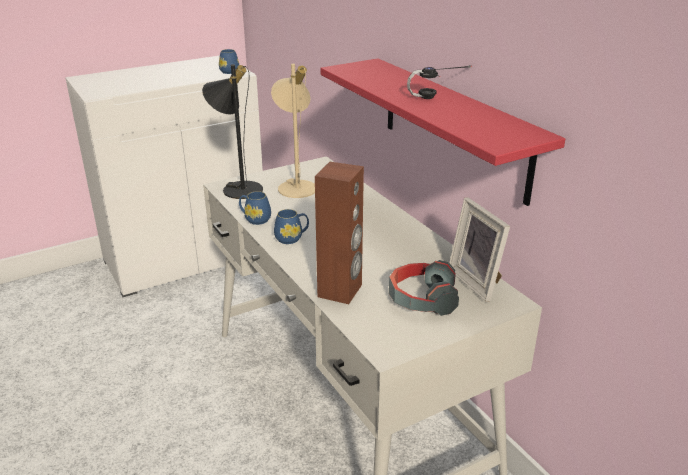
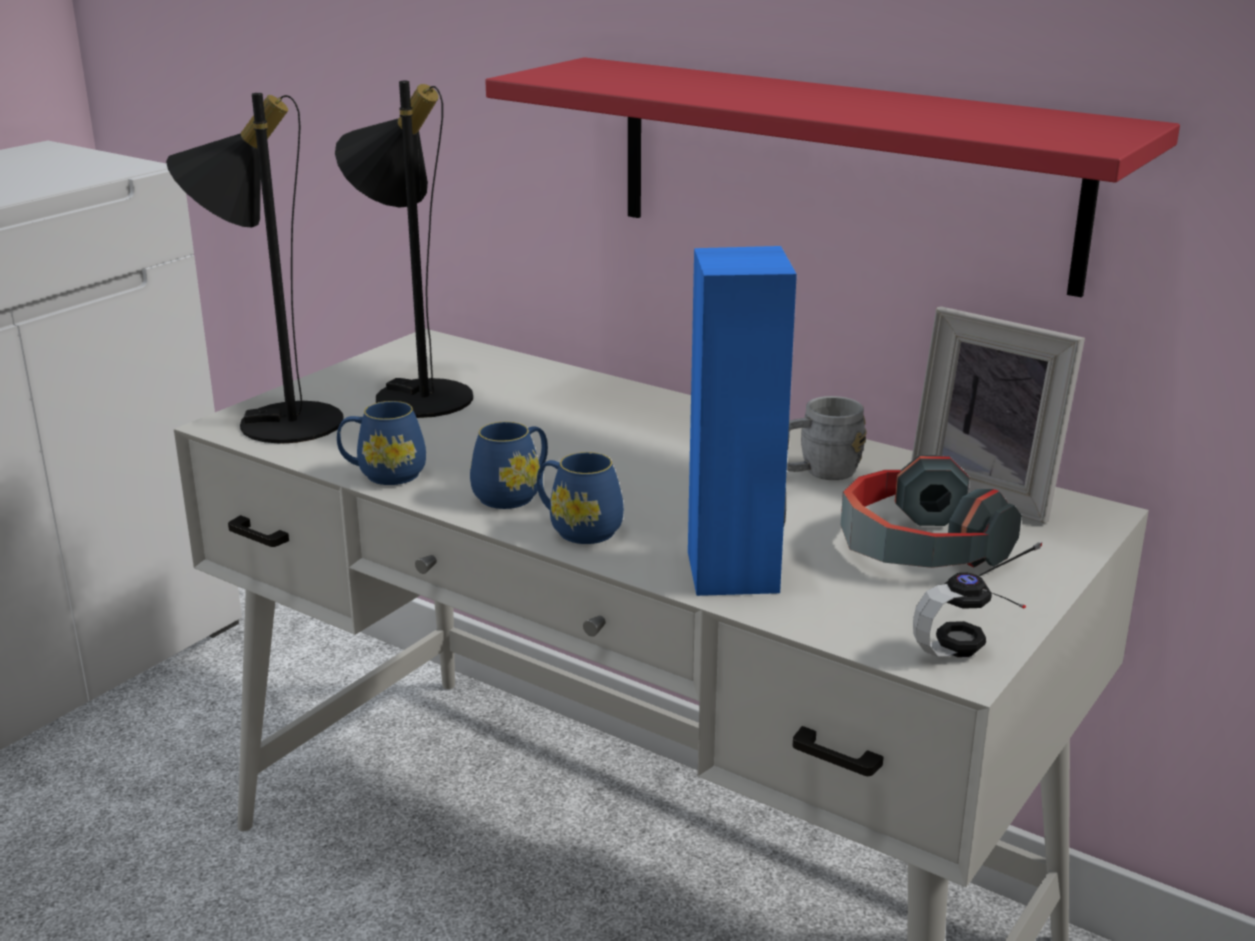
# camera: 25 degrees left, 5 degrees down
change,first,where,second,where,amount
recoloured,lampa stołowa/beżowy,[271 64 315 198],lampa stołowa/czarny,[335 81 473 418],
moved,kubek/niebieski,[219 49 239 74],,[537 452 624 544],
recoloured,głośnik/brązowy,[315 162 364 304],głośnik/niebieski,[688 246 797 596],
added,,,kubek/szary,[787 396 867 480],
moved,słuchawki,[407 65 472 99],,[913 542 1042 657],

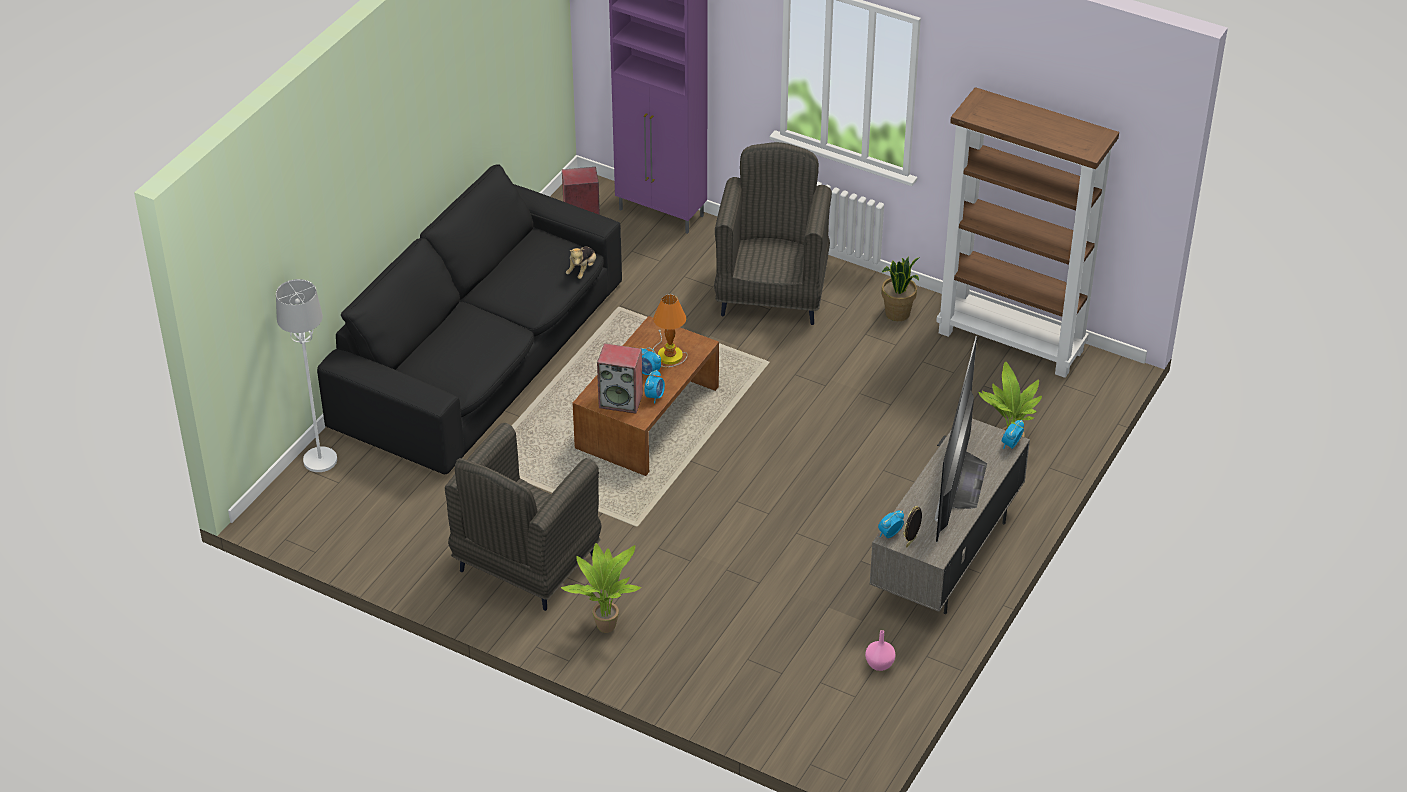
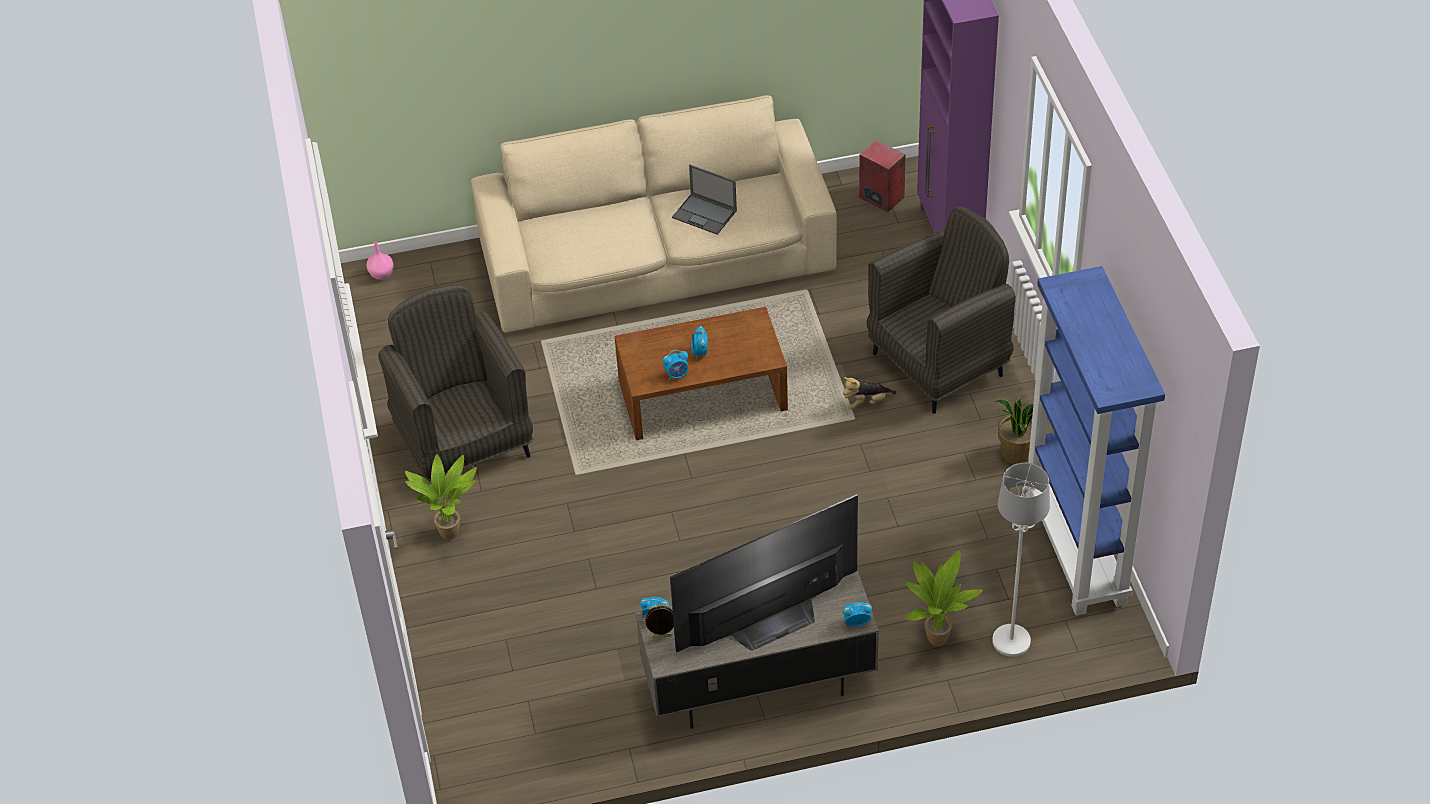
# camera: 50 degrees right, 5 degrees up
change,first,where,second,where,amount
moved,wazon/różowy,[865 630 896 671],,[366 242 394 280],
turned,fotel/szary,[445 423 602 611],,[378 285 533 481],75 degrees clockwise
recoloured,kanapa/czarny,[317 165 622 474],kanapa/beżowy,[471 95 837 332],
added,,,laptop,[672 165 737 235],
moved,pluszak,[566 247 596 279],,[843 377 896 410],
moved,lampa stojąca/biały,[276 279 337 472],,[992 463 1050 657],
recoloured,regał/brązowy,[936 87 1119 378],regał/niebieski,[1026 266 1165 616],
removed,głośnik,[597 343 643 414],,,
removed,lampa stołowa,[652 294 688 367],,,

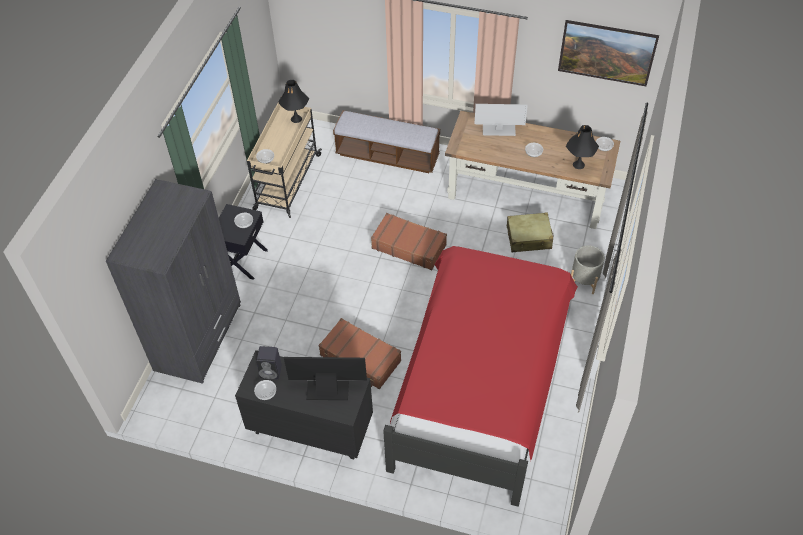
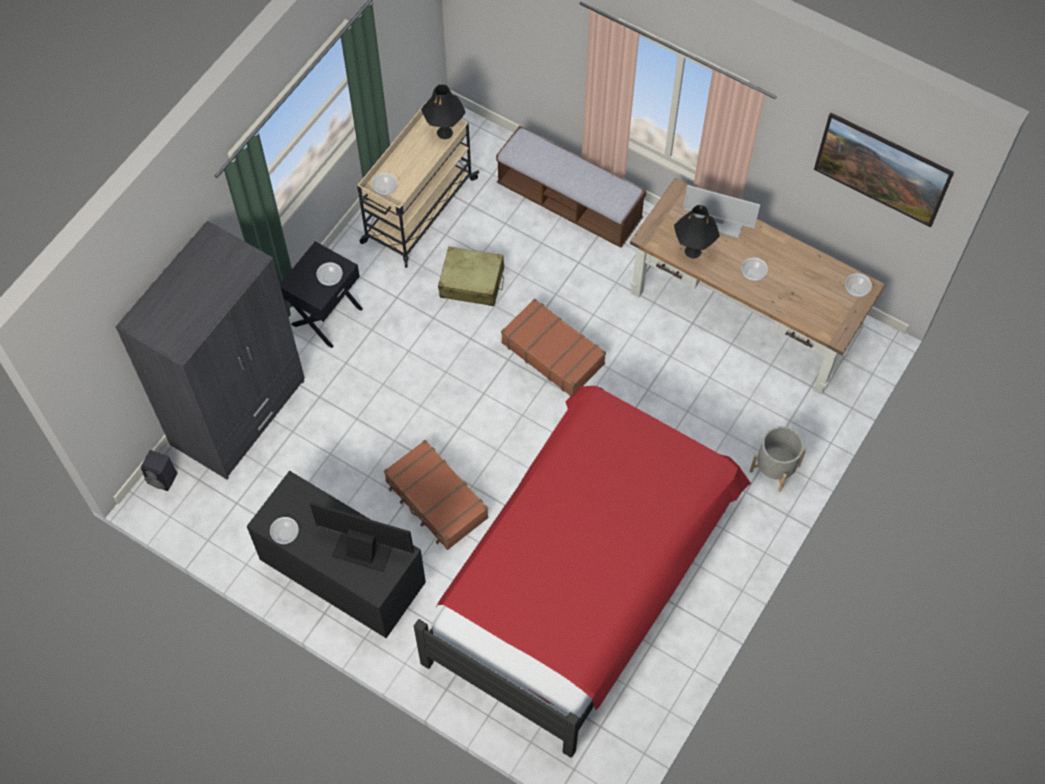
# camera: 15 degrees right, 10 degrees up
change,first,where,second,where,amount
moved,głośnik/czarny,[256 346 282 380],,[141 450 177 491],
moved,walizka/beżowy,[507 212 554 252],,[438 247 504 306],
moved,lampa stołowa/czarny,[566 125 599 169],,[674 205 720 258],

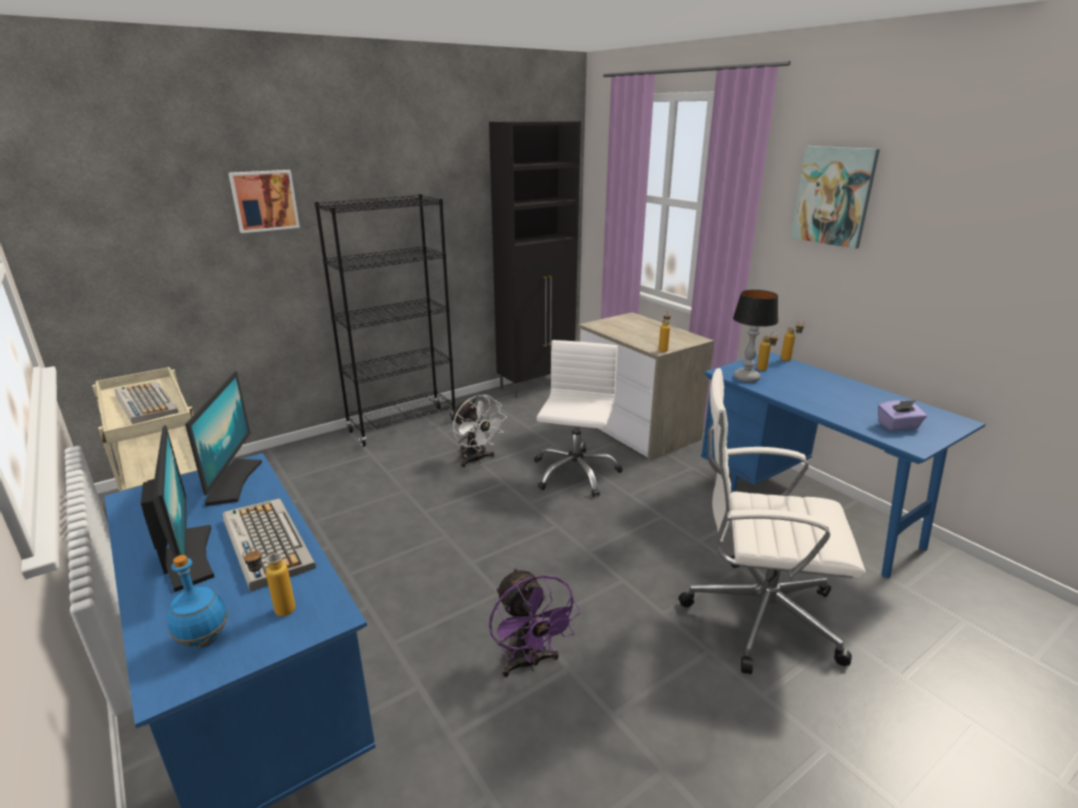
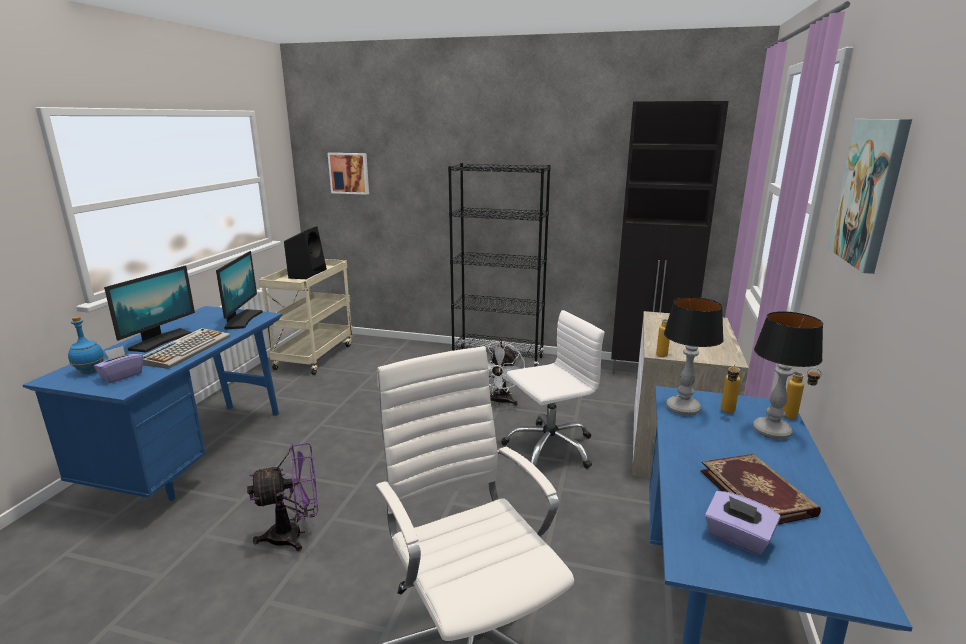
# camera: 50 degrees right, 5 degrees down
change,first,where,second,where,amount
replaced,butelka,[242 548 296 616],pudełko chusteczek/fioletowy,[94 346 143 383],
turned,monitor,[185 371 262 506],,[216 251 263 329],45 degrees counterclockwise
turned,wentylator/fioletowy,[489 568 581 677],,[247 443 318 551],135 degrees counterclockwise
replaced,klawiatura,[115 382 179 424],głośnik/czarny,[284 226 327 279],
moved,obraz,[228 170 300 233],,[328 153 369 195],
added,,,książka,[700 454 821 525],
added,,,lampa stołowa,[753 311 823 440],

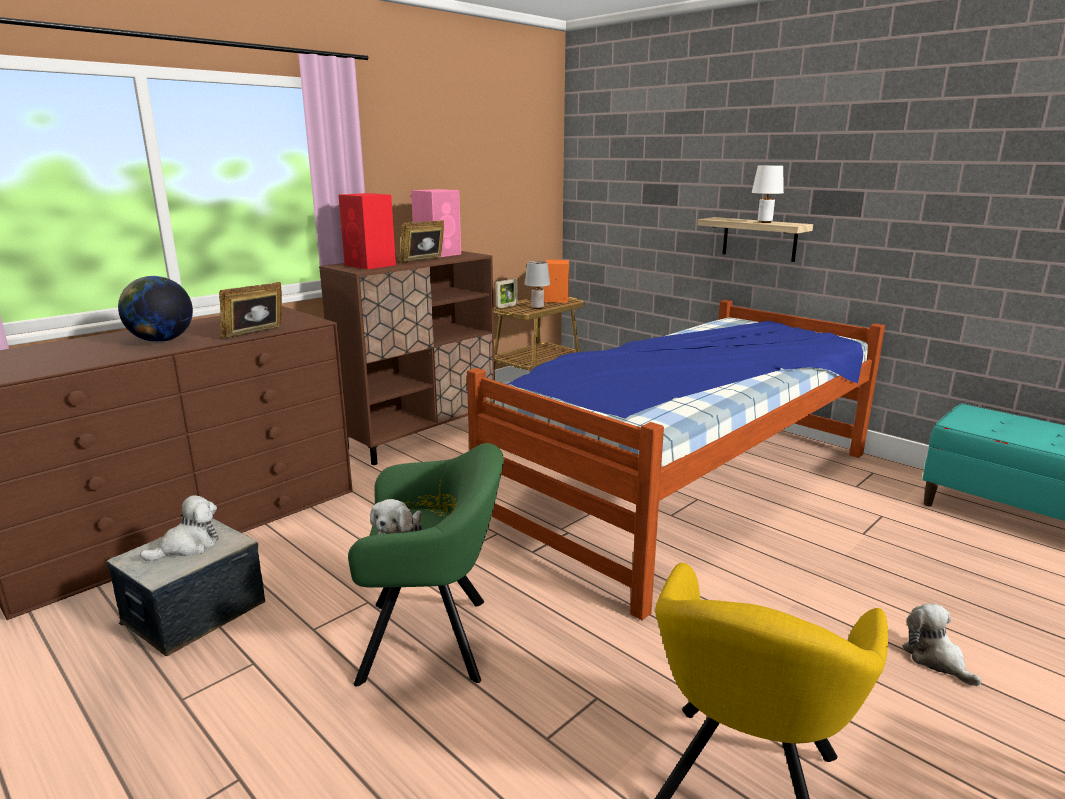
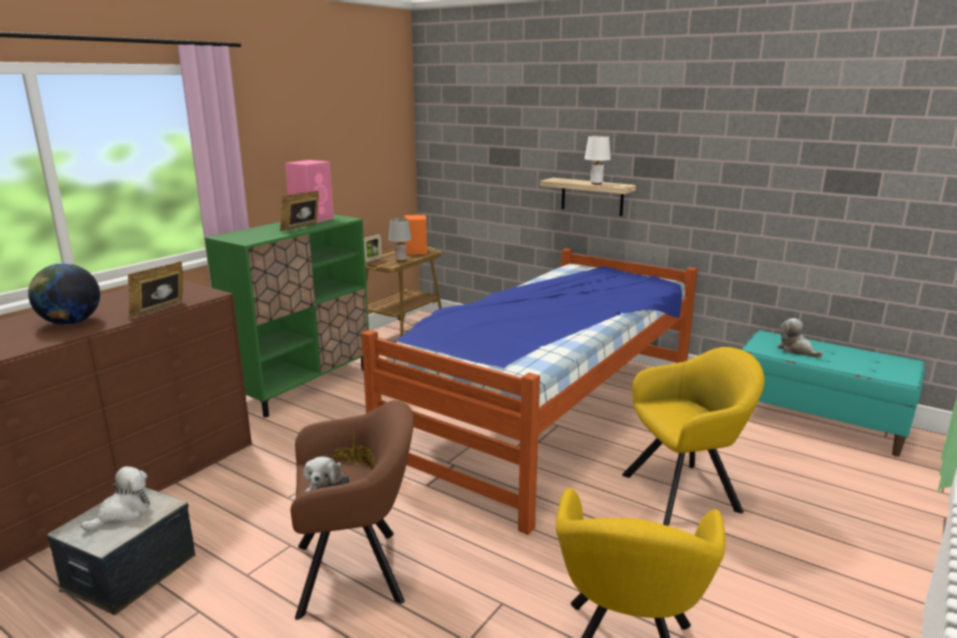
# camera: 10 degrees left, 0 degrees up
change,first,where,second,where,amount
recoloured,szafka/brązowy,[319 251 495 465],szafka/zielony,[205 215 369 417],
recoloured,fotel/zielony,[348 443 504 687],fotel/brązowy,[291 400 414 620],
added,,,fotel/żółty,[622 347 764 526],
moved,pluszak,[902 604 981 687],,[777 318 823 358],
removed,głośnik/czerwony,[338 193 396 269],,,

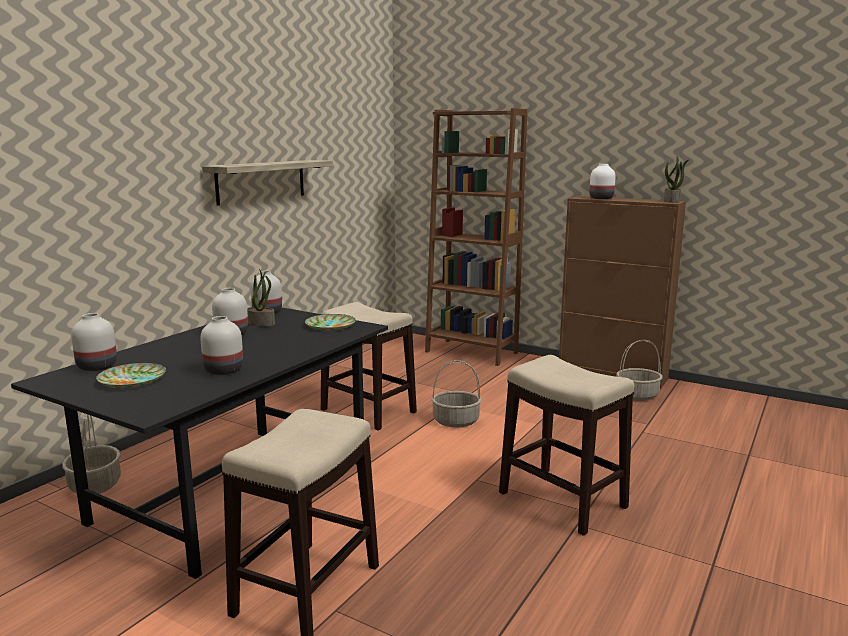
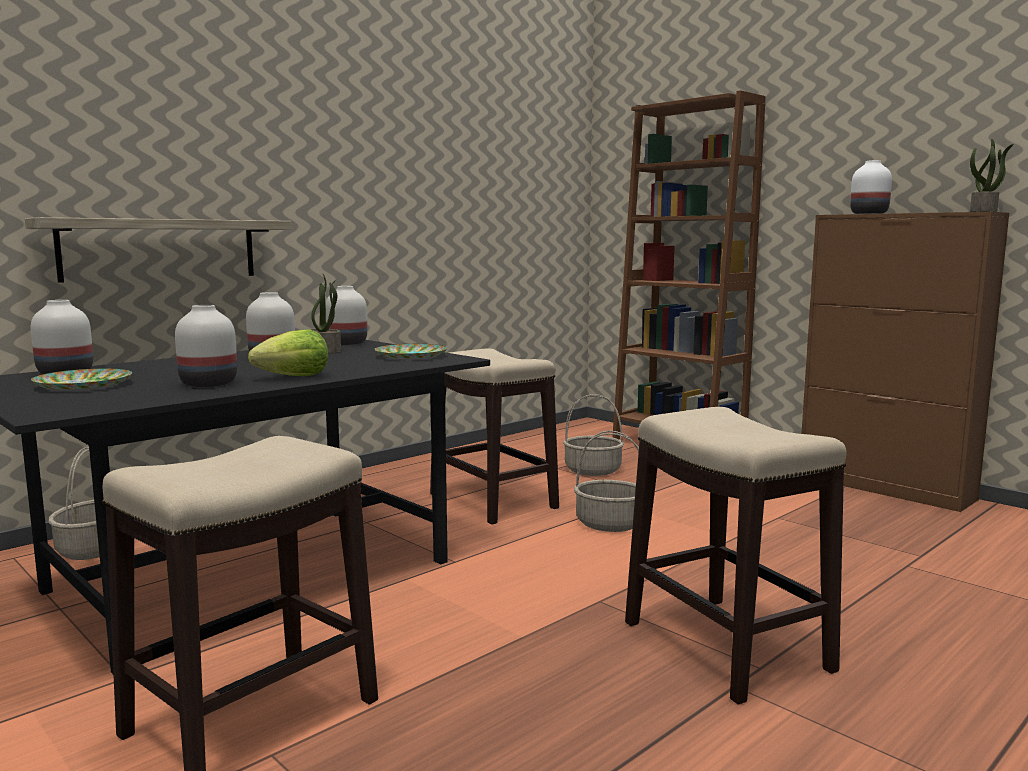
# camera: 15 degrees right, 5 degrees down
change,first,where,second,where,amount
moved,półka,[202 160 333 206],,[25 217 292 283],
added,,,sałata,[248 329 328 376],
moved,koszyk,[616 340 663 401],,[563 394 624 476],

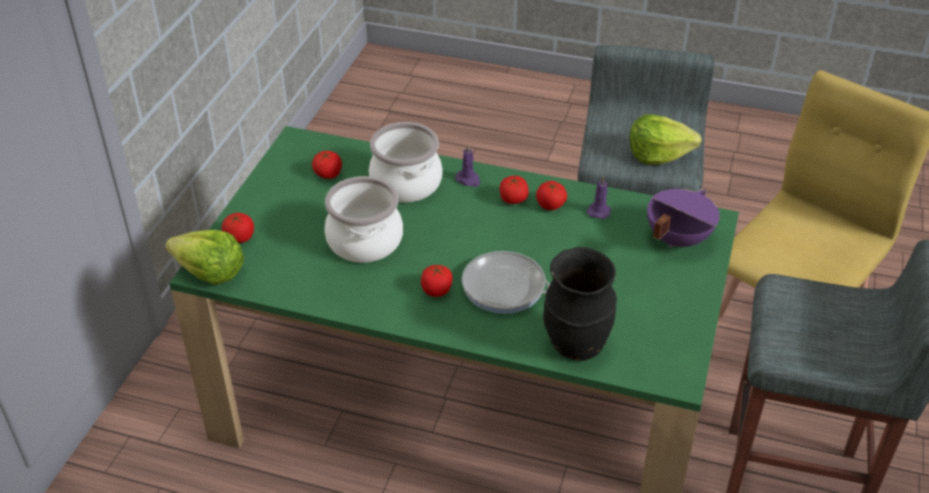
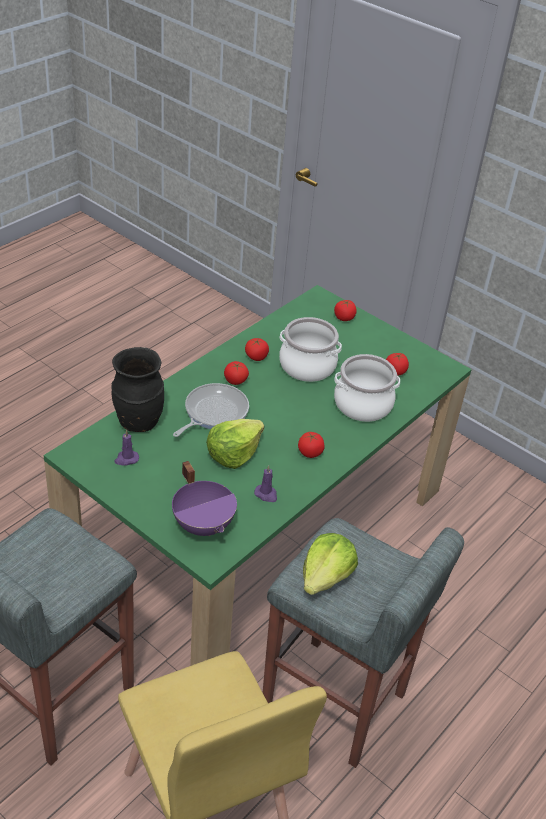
# camera: 110 degrees right, 0 degrees up
change,first,where,second,where,amount
moved,świeca/fioletowy,[455 144 480 186],,[114 430 139 466],
moved,sałata,[165 230 244 285],,[206 419 264 469],
moved,pomidor,[536 181 567 210],,[245 338 269 361],

